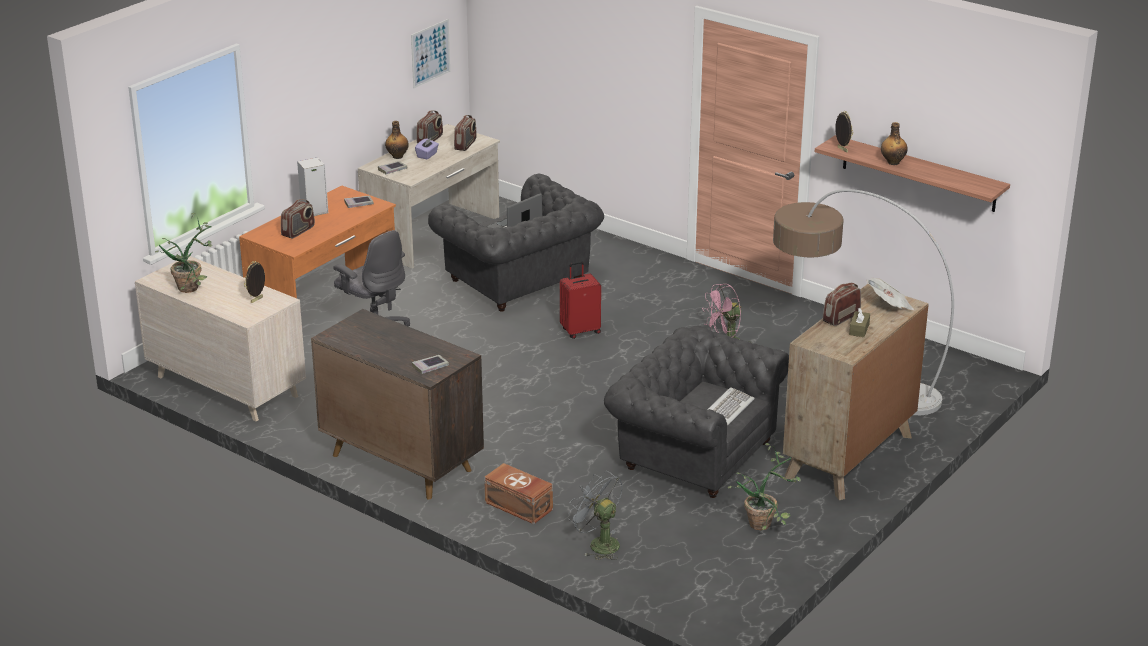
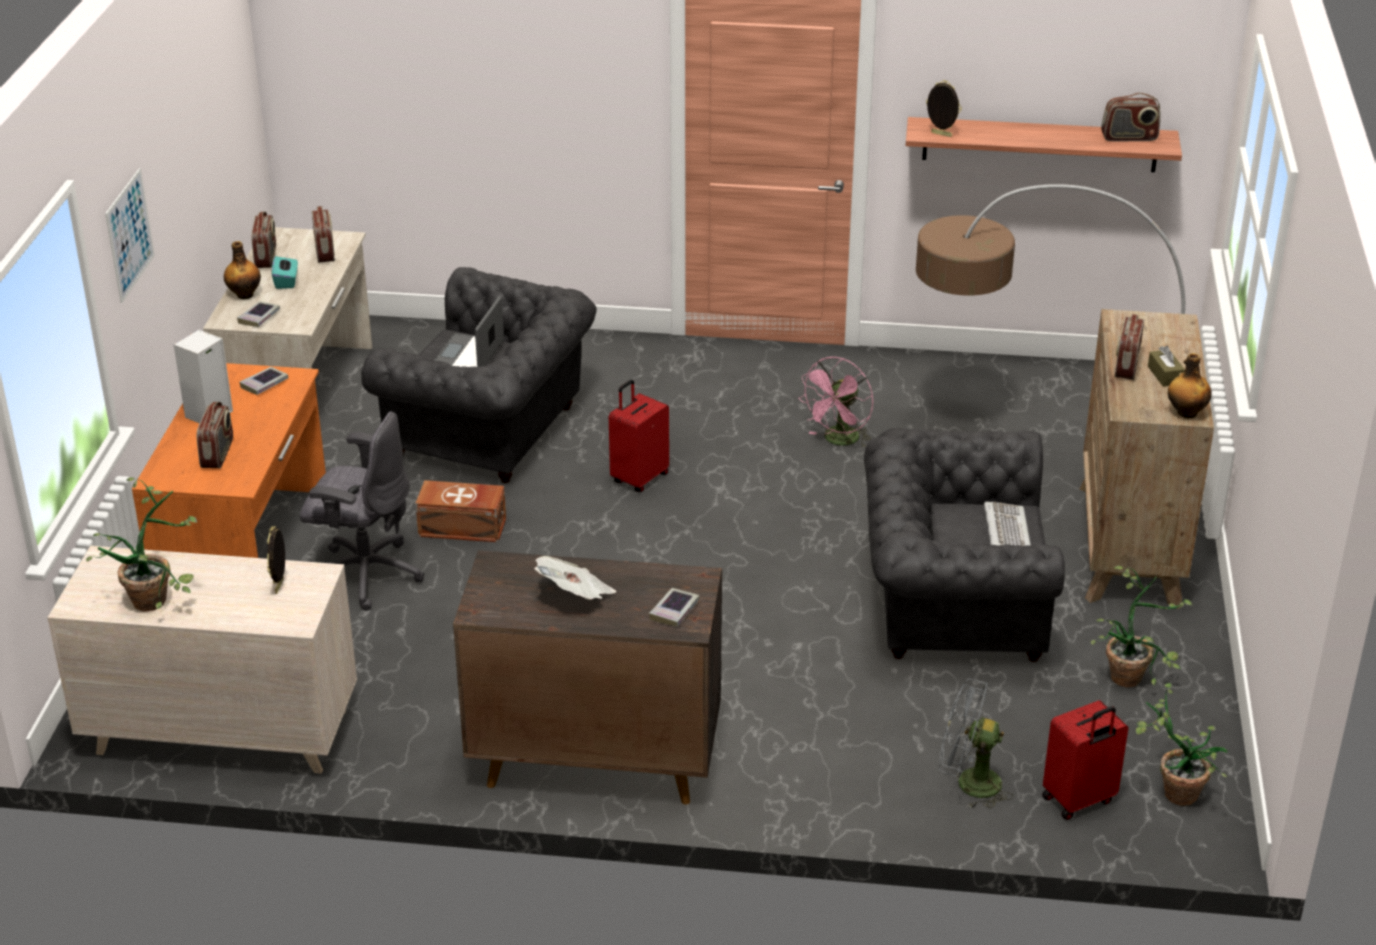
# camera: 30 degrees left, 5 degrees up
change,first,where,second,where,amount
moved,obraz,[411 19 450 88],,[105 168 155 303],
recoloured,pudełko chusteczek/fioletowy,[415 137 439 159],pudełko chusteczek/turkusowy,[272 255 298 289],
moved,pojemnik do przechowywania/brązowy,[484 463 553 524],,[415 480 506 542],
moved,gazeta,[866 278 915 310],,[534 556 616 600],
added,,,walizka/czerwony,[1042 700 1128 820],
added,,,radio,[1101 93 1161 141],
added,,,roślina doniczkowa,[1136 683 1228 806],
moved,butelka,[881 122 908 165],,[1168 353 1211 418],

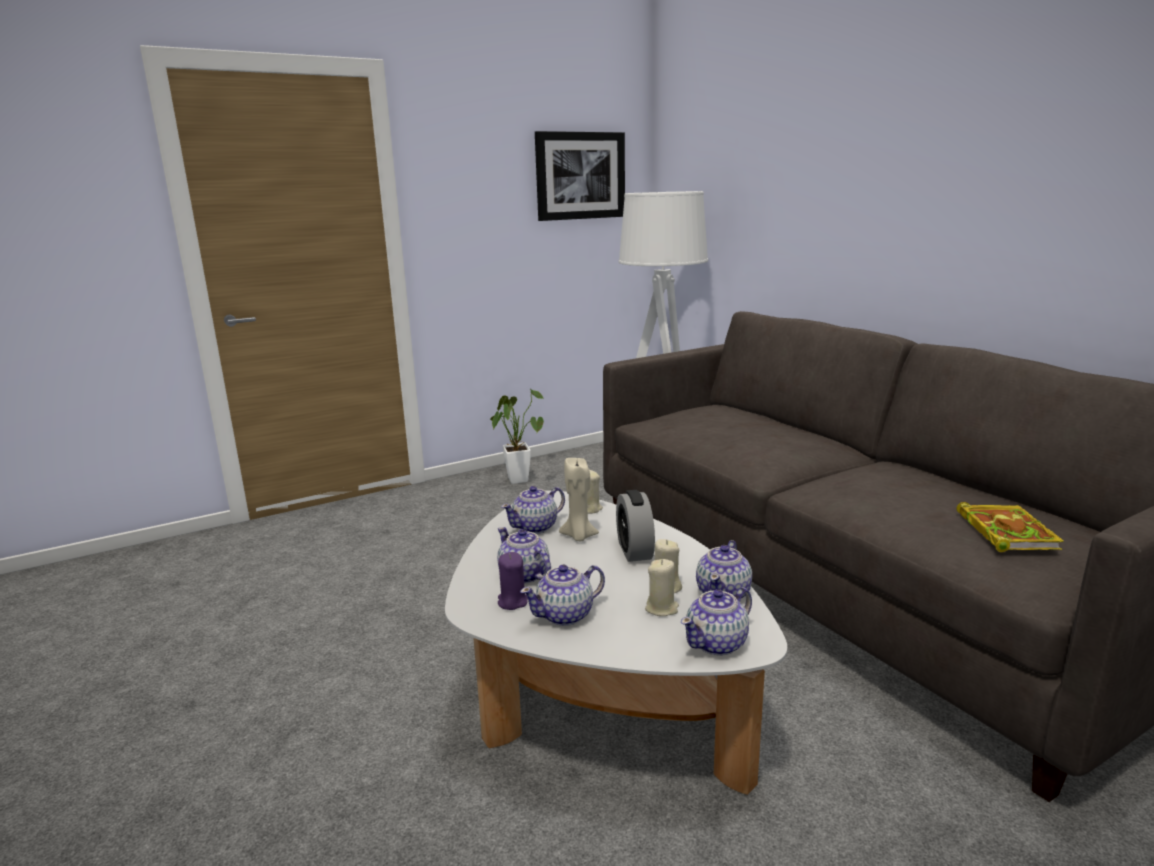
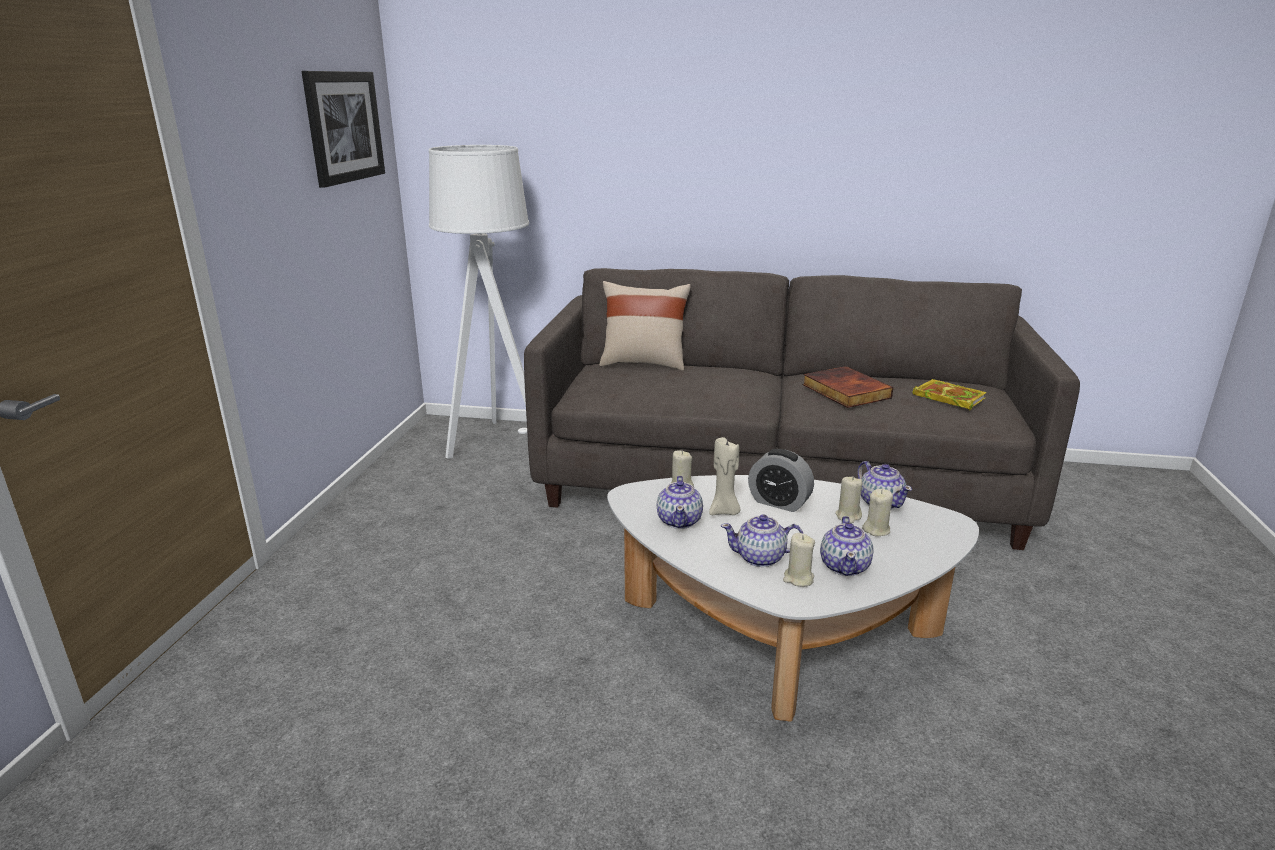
# camera: 50 degrees left, 5 degrees up
change,first,where,second,where,amount
added,,,poduszka/beżowy,[599 281 691 370],
recoloured,świeca/fioletowy,[498 552 528 610],świeca/beżowy,[783 533 815 587],
added,,,książka,[803 366 893 408],
removed,roślina doniczkowa,[490 389 544 484],,,
removed,imbryk,[681 587 752 656],,,

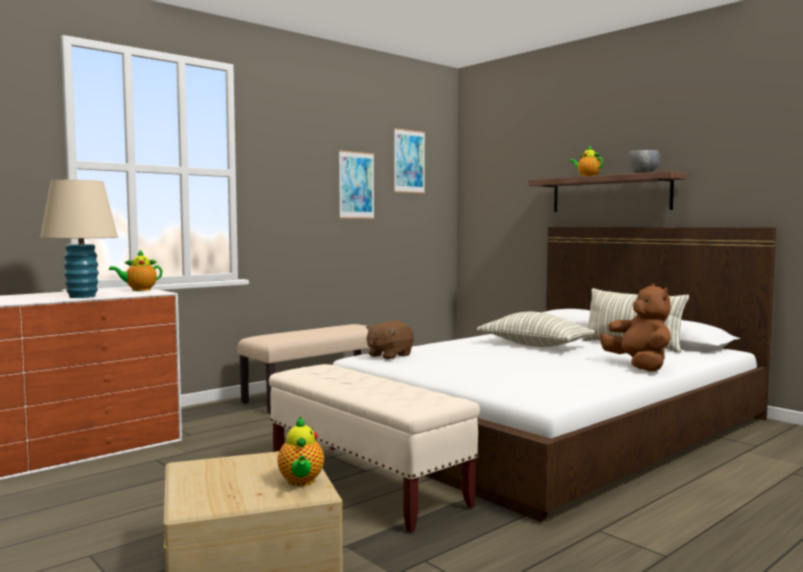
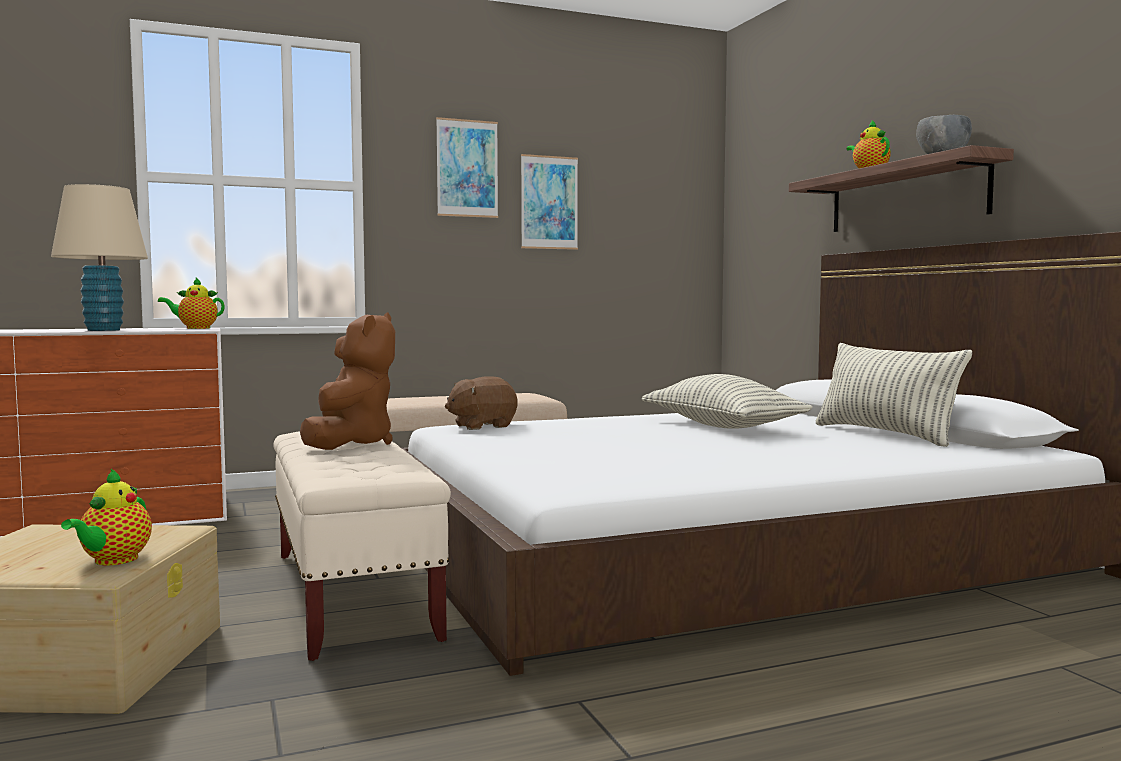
# camera: 20 degrees right, 0 degrees up
change,first,where,second,where,amount
moved,pluszak/brązowy,[600 284 671 372],,[300 312 395 450],
moved,obraz,[394 128 425 193],,[436 117 498 218],

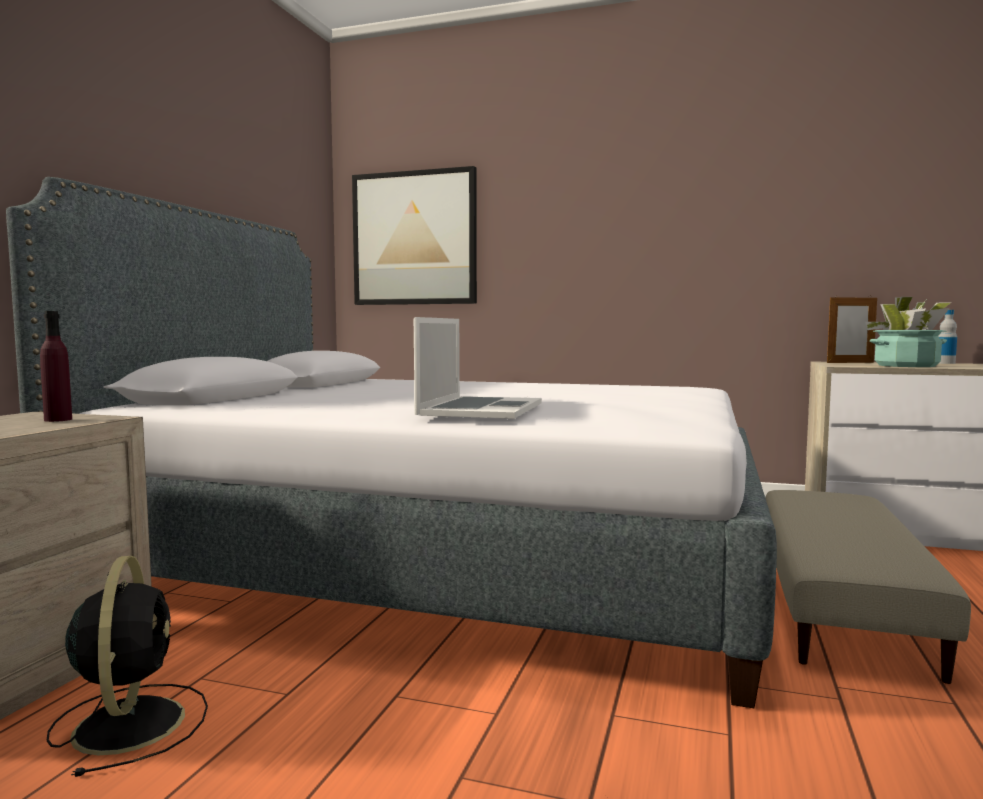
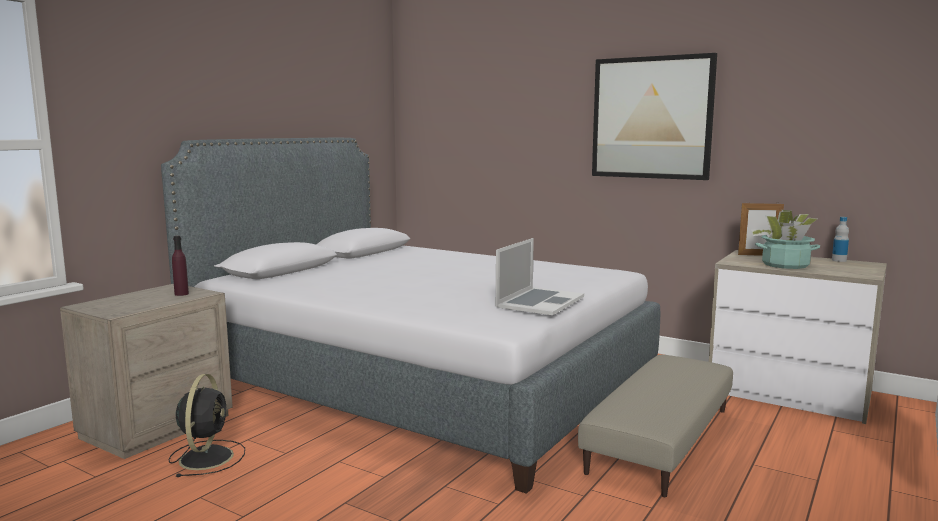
# camera: 15 degrees right, 5 degrees up
change,first,where,second,where,amount
moved,laptop,[414 317 542 419],,[496 238 584 315],
moved,obraz,[352 166 477 305],,[592 53 717 180],

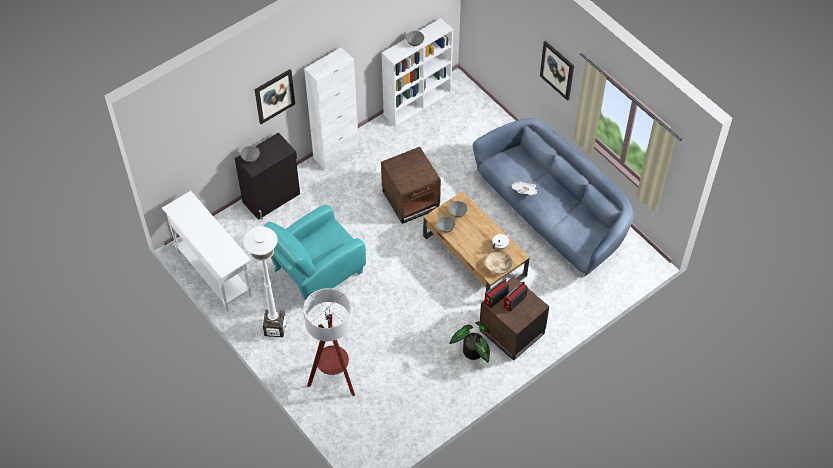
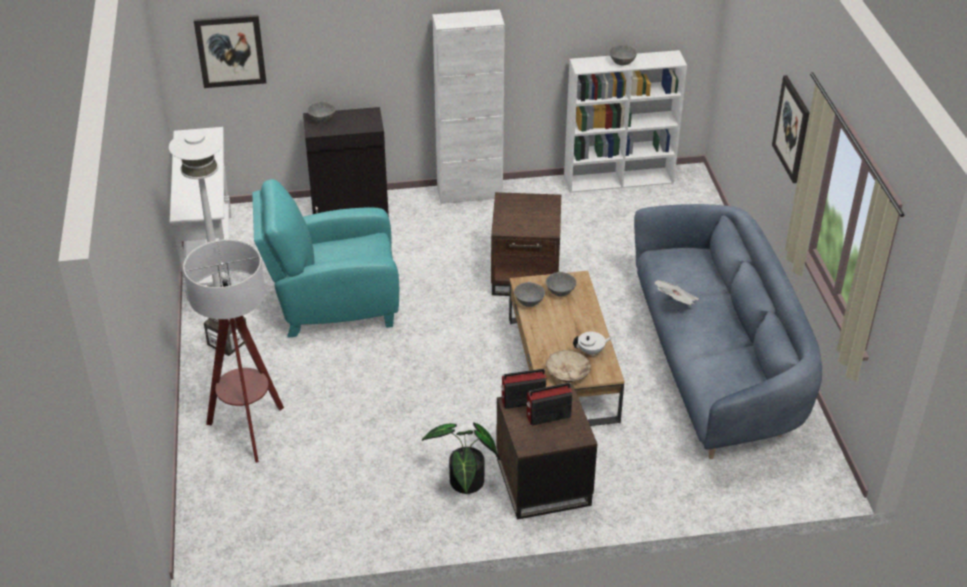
# camera: 30 degrees right, 15 degrees down
change,first,where,second,where,amount
moved,obraz,[255 69 295 124],,[194 15 266 88],

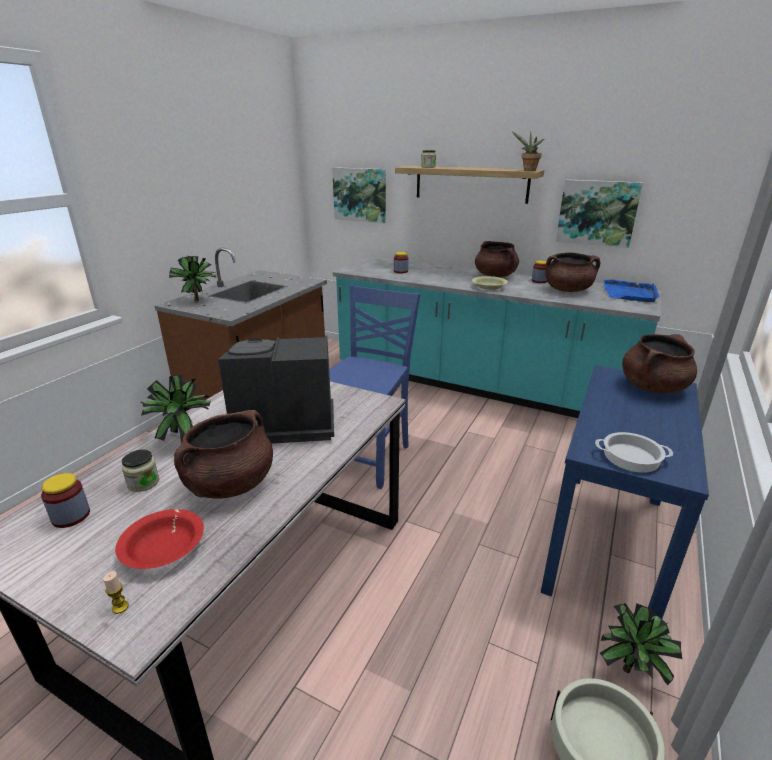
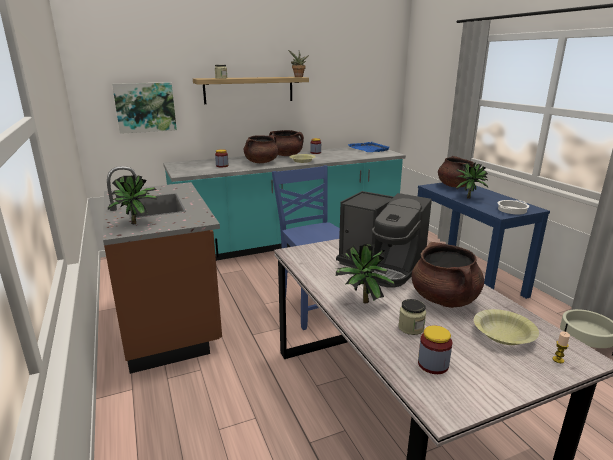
# camera: 50 degrees left, 5 degrees down
change,first,where,second,where,amount
moved,garnek/brązowy,[546 252 600 292],,[244 135 279 163],
turned,ekspres do kawy,[218 335 334 444],,[336 191 432 287],90 degrees counterclockwise
moved,roślina doniczkowa,[600 603 682 686],,[456 163 489 199],
recoloured,miska/czerwony,[115 509 204 569],miska/żółty,[474 309 539 345],
removed,obraz,[556 179 643 248],,,

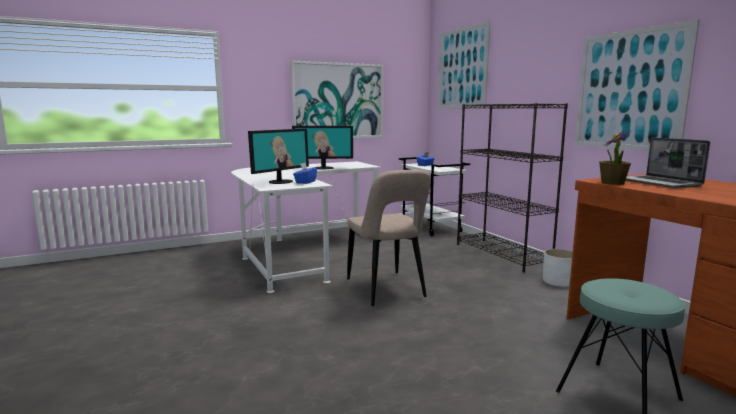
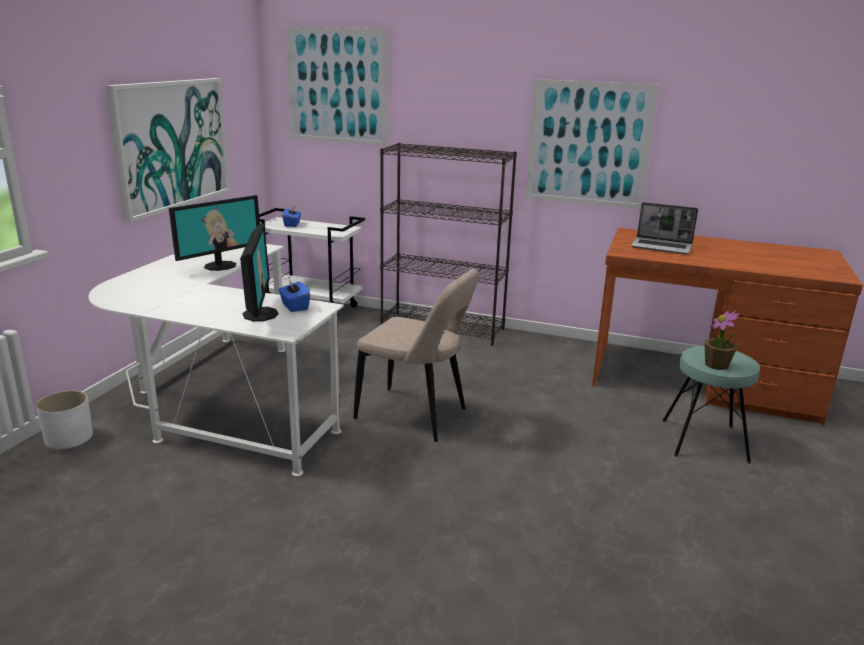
# camera: 45 degrees left, 10 degrees up
change,first,where,second,where,amount
moved,donica/biały,[543 249 573 287],,[36 390 93 449],
moved,roślina doniczkowa,[599 131 631 185],,[705 311 740 370],

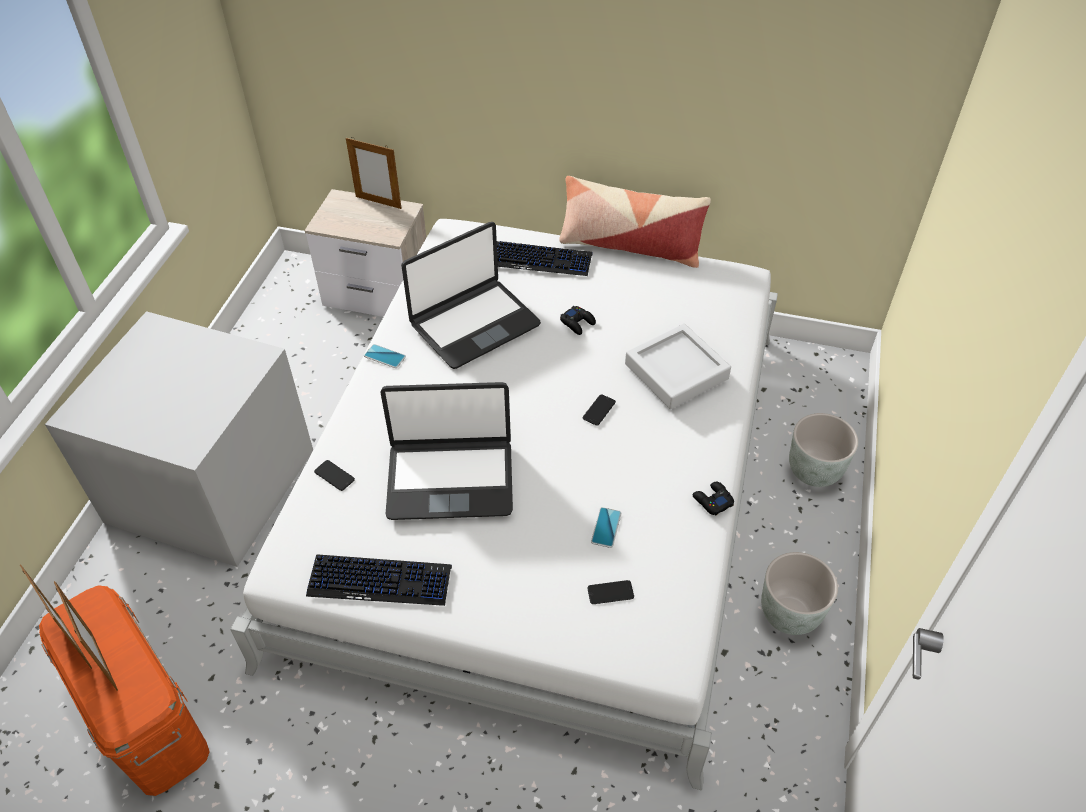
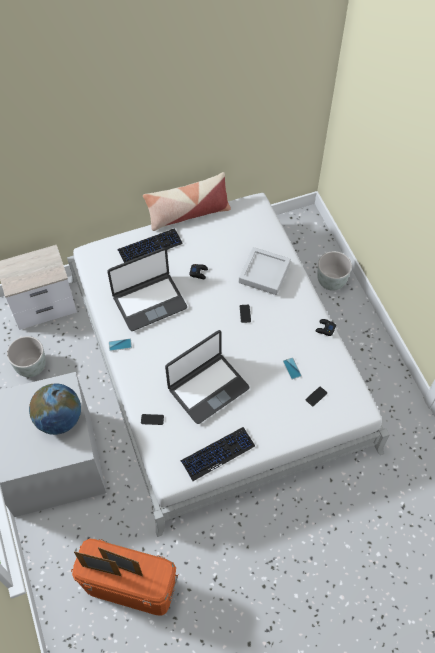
# camera: 35 degrees left, 10 degrees up
change,first,where,second,where,amount
moved,donica/szary,[761 552 838 635],,[7 336 46 377],
added,,,globus,[29 383 81 435],
turned,laptop,[401 222 541 369],,[108 247 187 331],45 degrees clockwise
removed,ramka na zdjęcie,[346 138 402 209],,,

